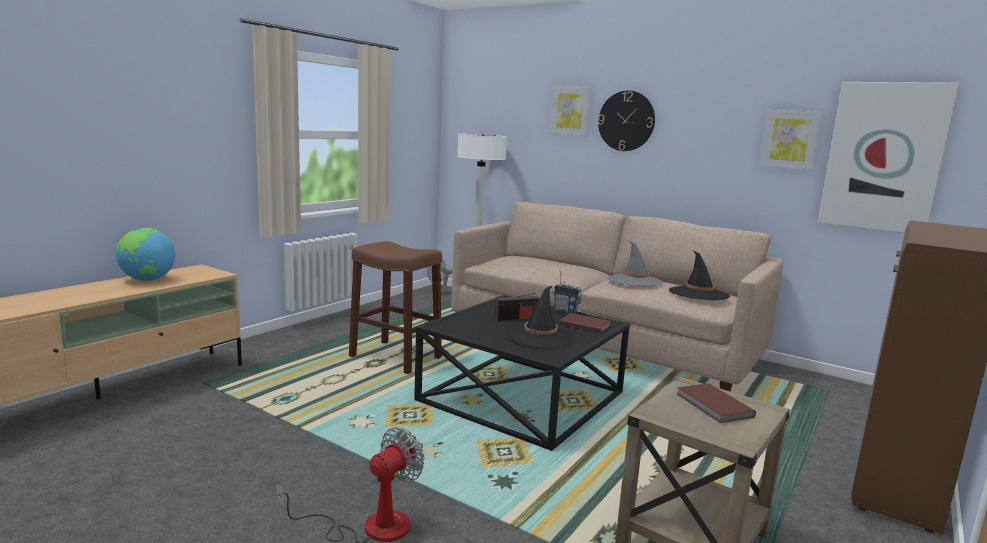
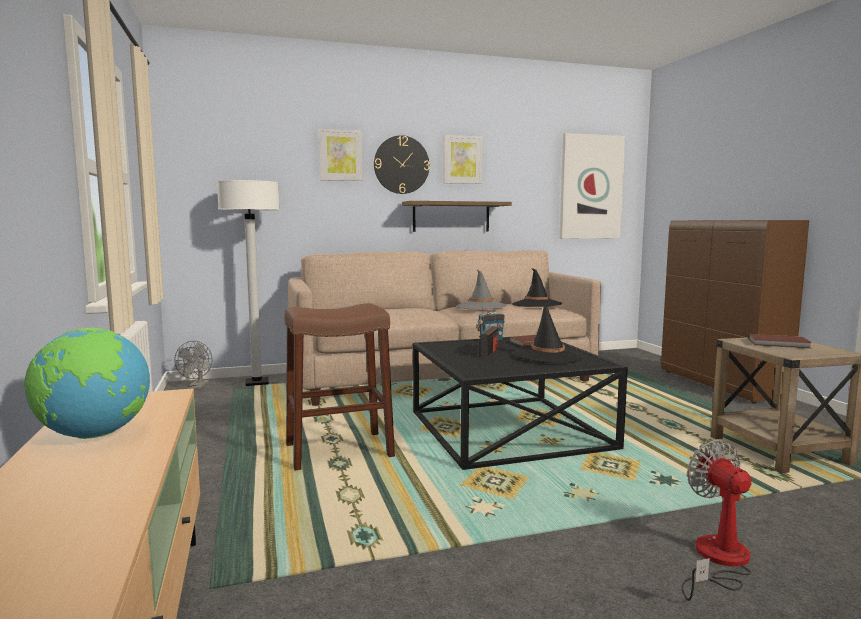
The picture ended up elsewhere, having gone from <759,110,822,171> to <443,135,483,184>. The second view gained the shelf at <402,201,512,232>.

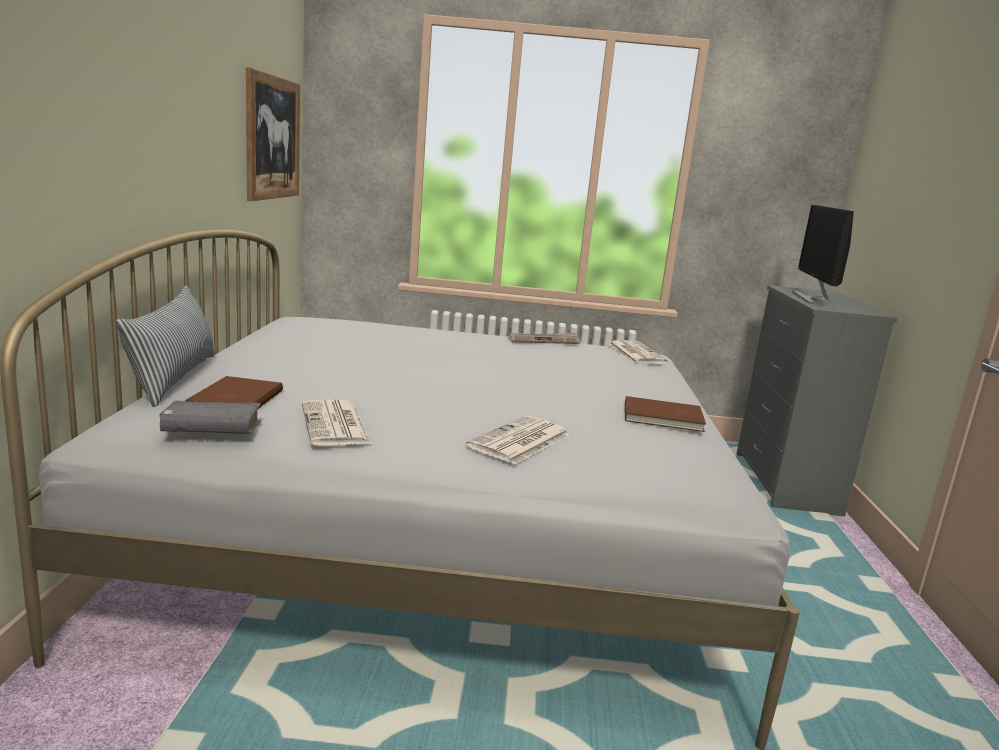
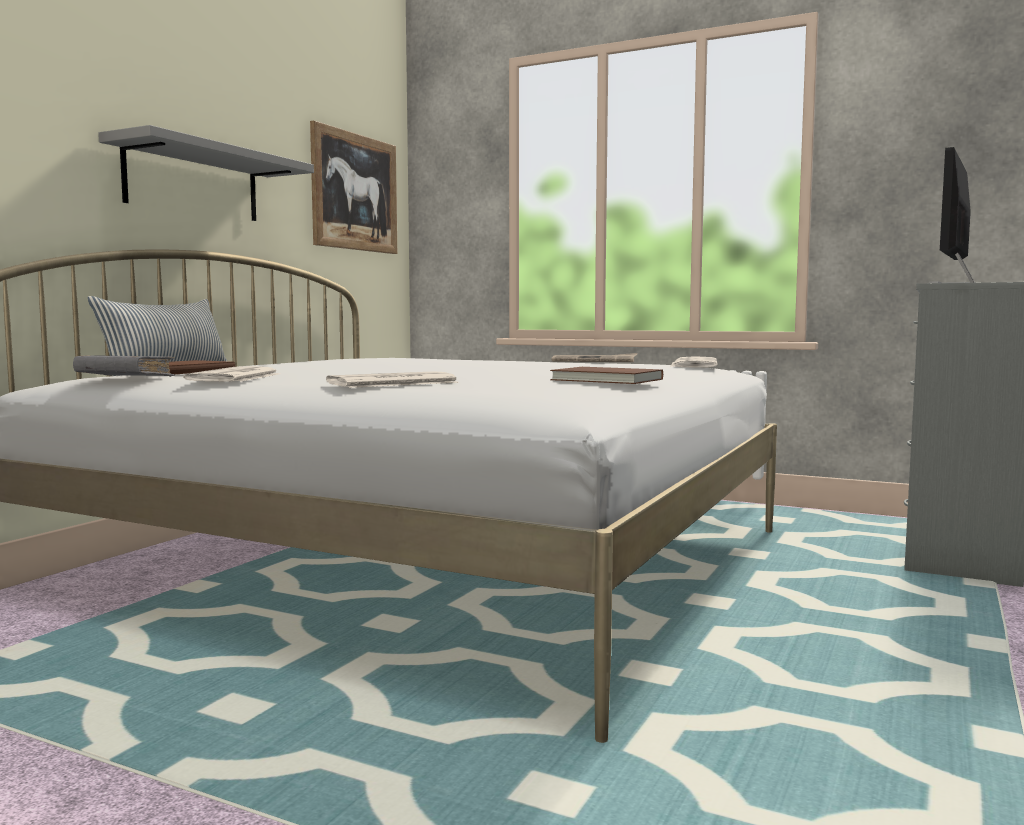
The second view gained the grey shelf at <98,125,314,221>.

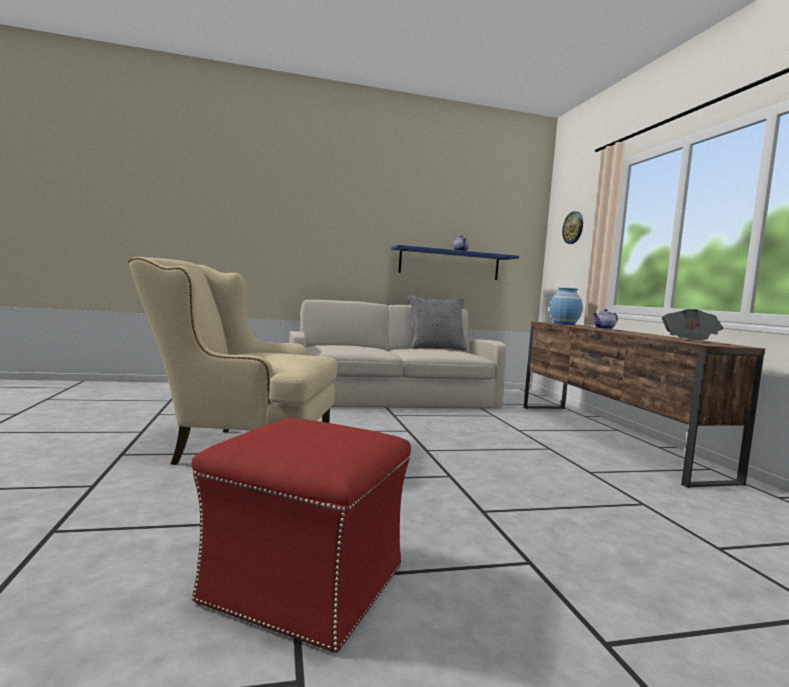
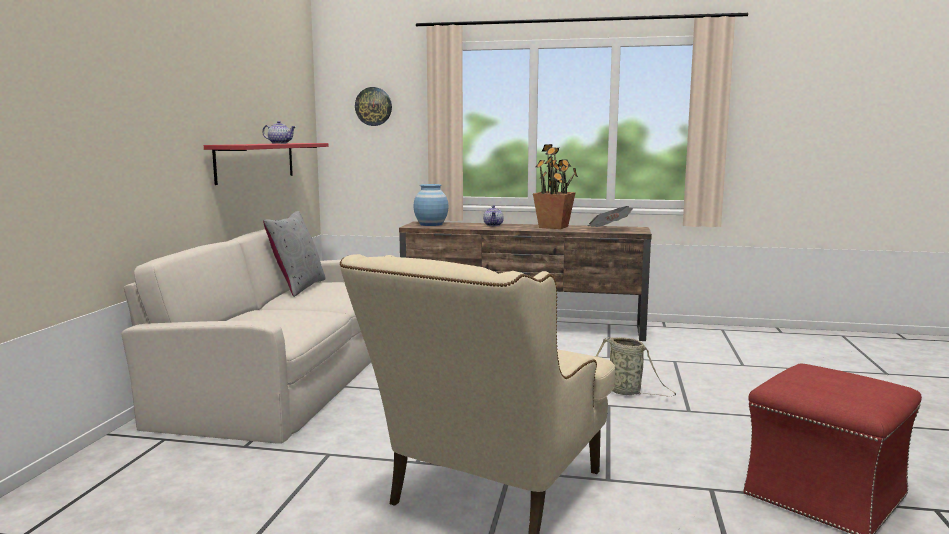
What was the blue shelf at <391,245,519,280> turned into the red shelf at <204,143,329,185>. The second view gained the potted plant at <533,144,578,229>. The second view gained the basket at <596,337,676,396>.

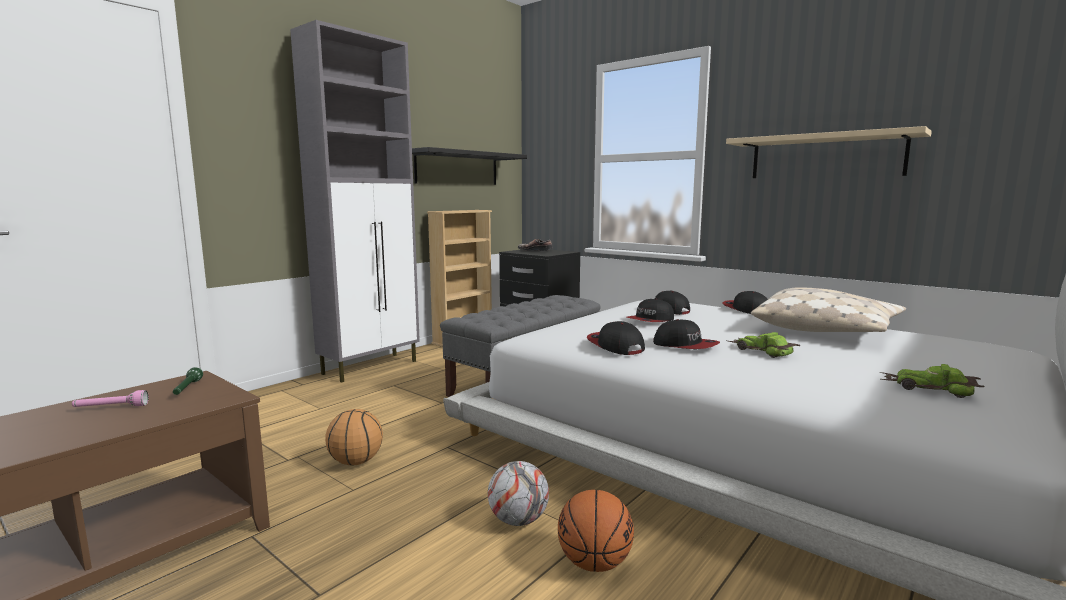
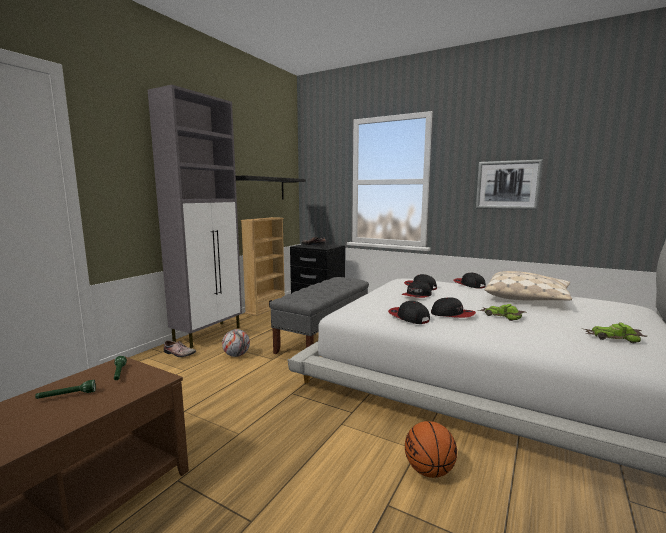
What was the pink flashlight at <72,390,149,407> turned into the green flashlight at <35,380,96,399>. The second view lost the basketball at <325,409,383,465>. The football ended up elsewhere, having gone from <488,461,549,526> to <222,329,250,357>. Where the beige shelf hung at <726,126,932,178>, the picture came to hang at <476,159,543,210>. The second view gained the shoe at <164,340,196,357>.

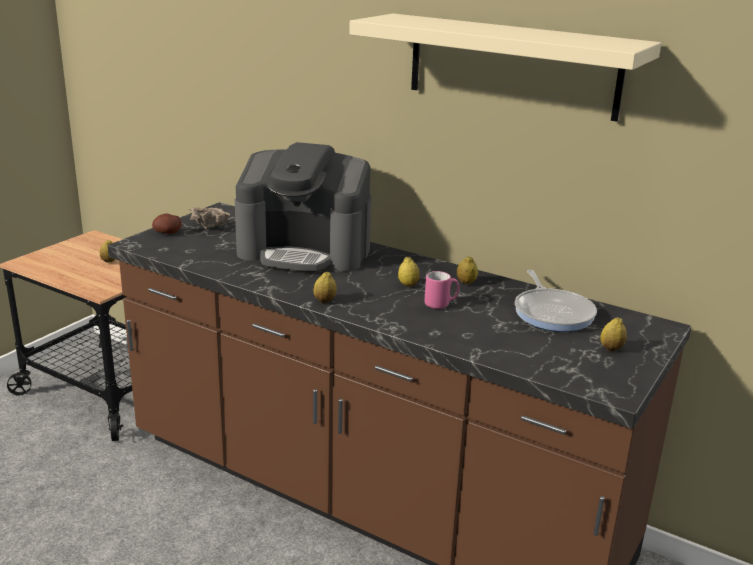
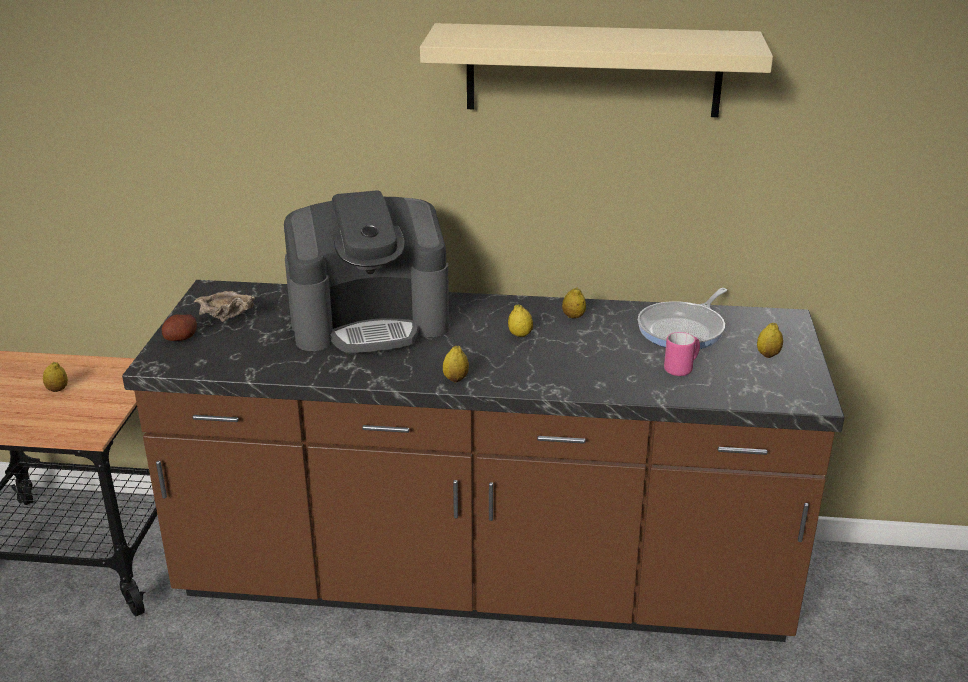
The pink mug ended up elsewhere, having gone from <424,271,459,309> to <664,332,700,376>. The frying pan at <515,270,597,332> ended up facing another way, 75 degrees clockwise from before.

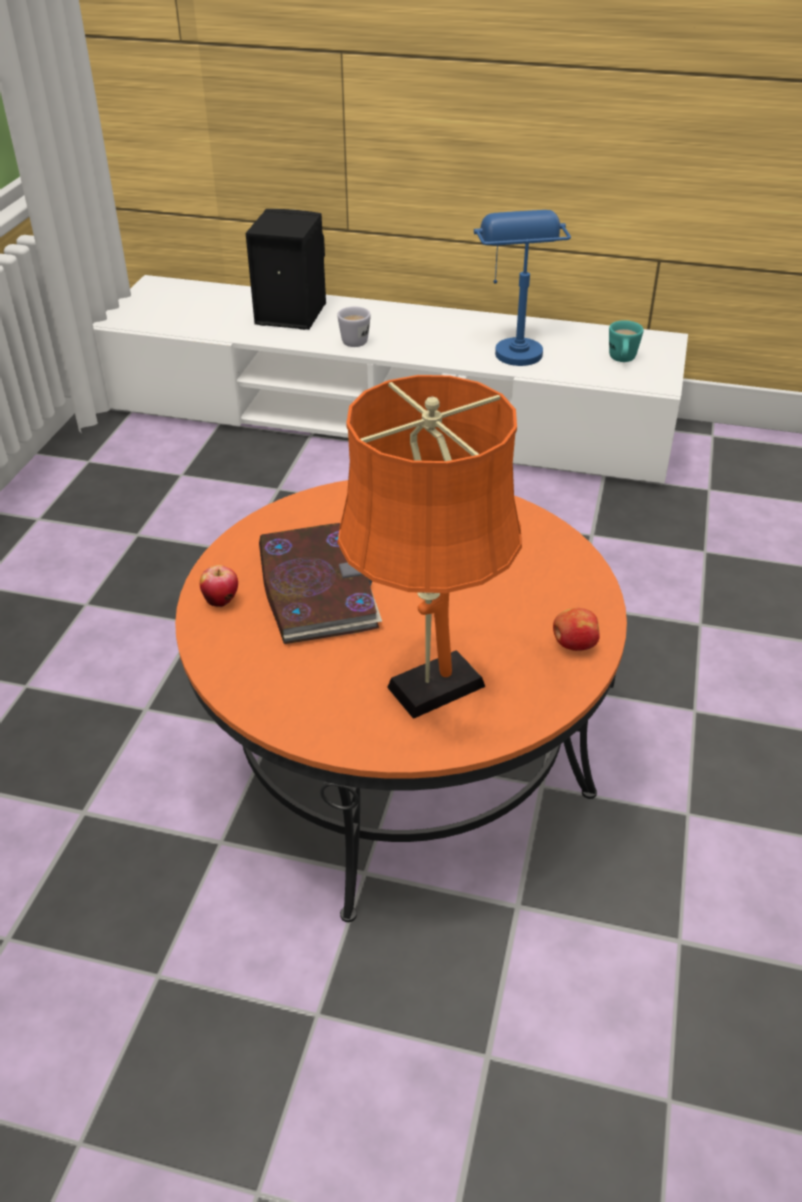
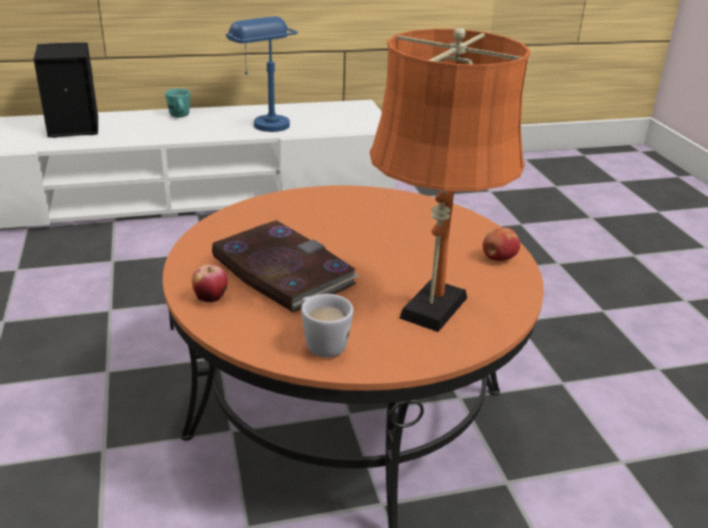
The white mug ended up elsewhere, having gone from <337,306,371,347> to <301,294,353,358>. The turquoise mug ended up elsewhere, having gone from <609,320,644,362> to <165,88,191,117>.

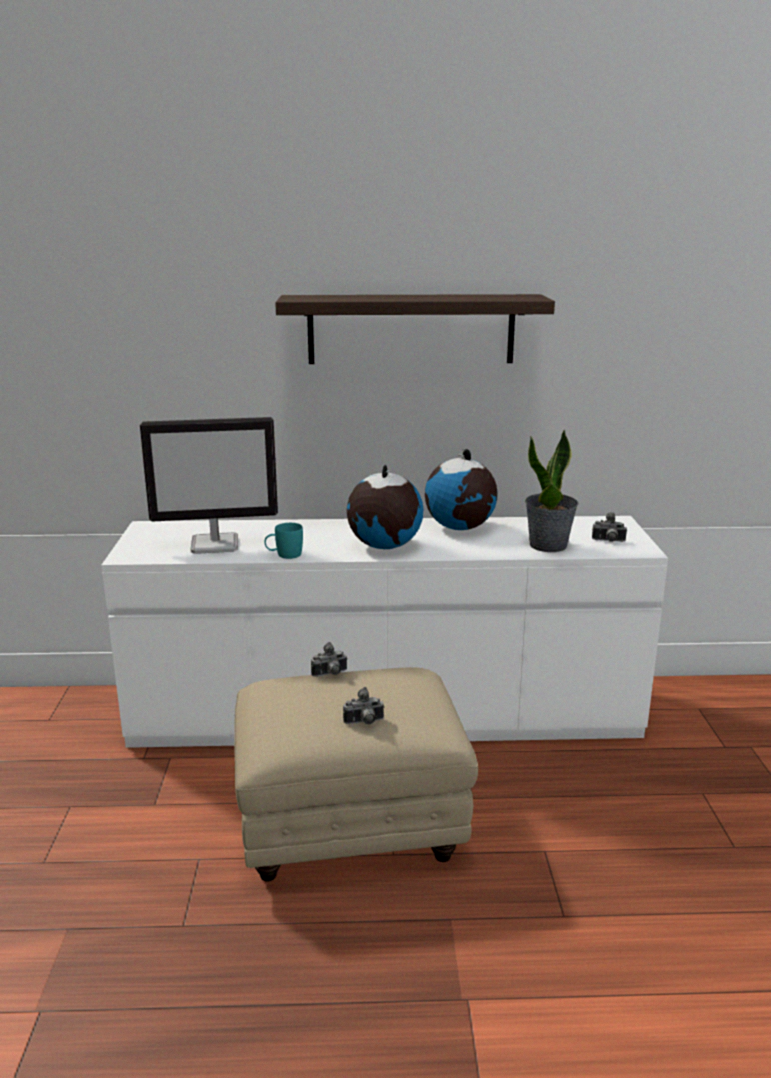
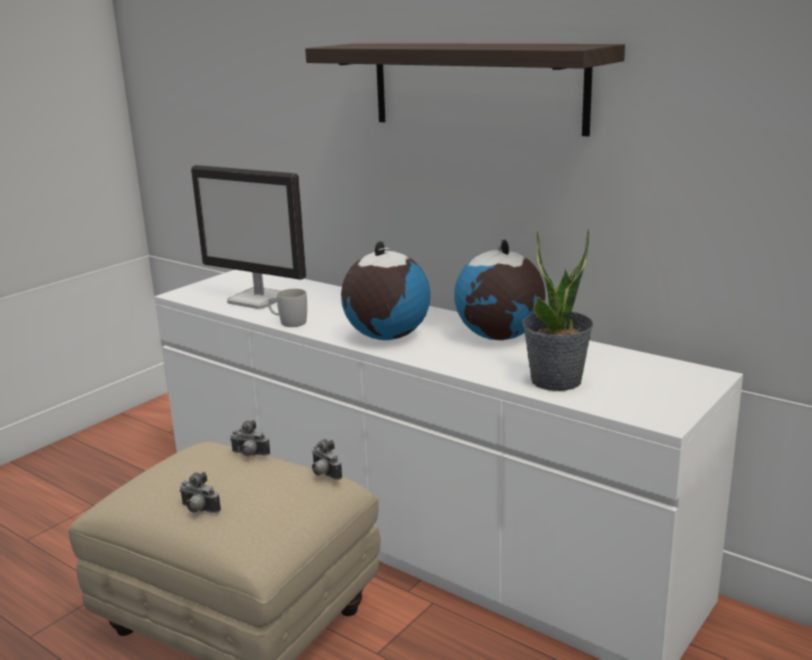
What was the turquoise mug at <264,523,303,559> turned into the white mug at <268,289,307,327>. The photo camera ended up elsewhere, having gone from <592,513,627,542> to <312,439,342,480>.

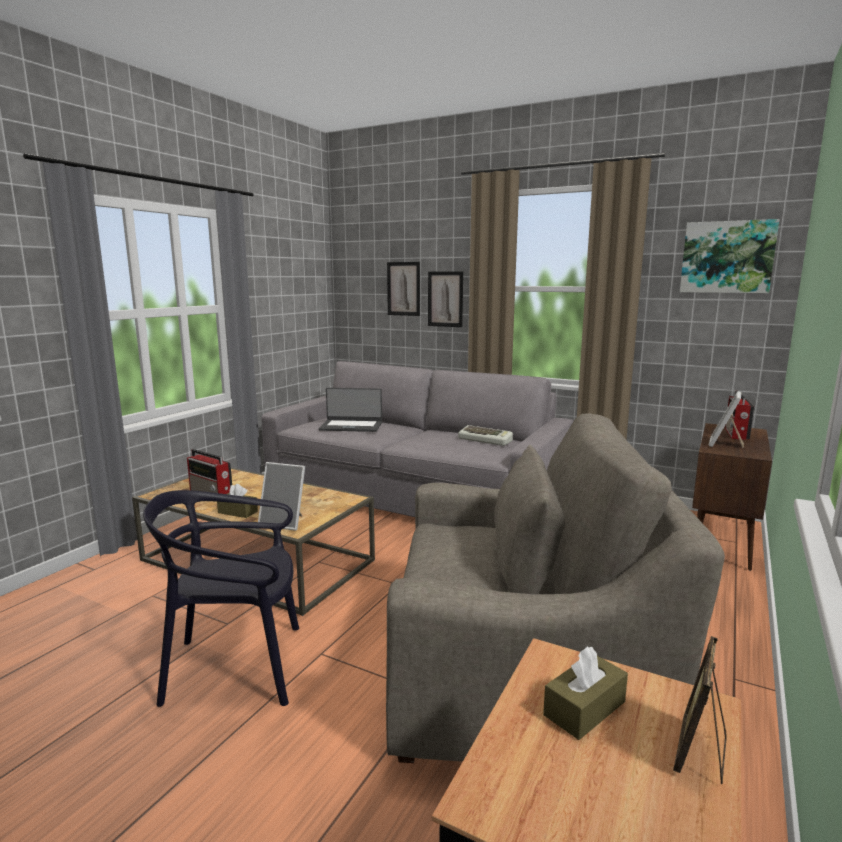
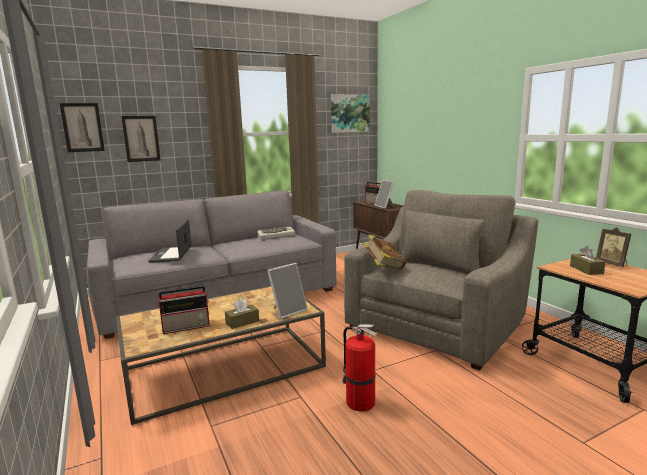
Where the black chair stood at <143,490,299,707>, the fire extinguisher came to stand at <342,324,376,412>. The laptop at <319,388,382,432> ended up facing another way, 135 degrees clockwise from before. The picture ended up elsewhere, having gone from <428,271,463,327> to <60,103,105,152>. The second view gained the book at <363,234,406,270>.

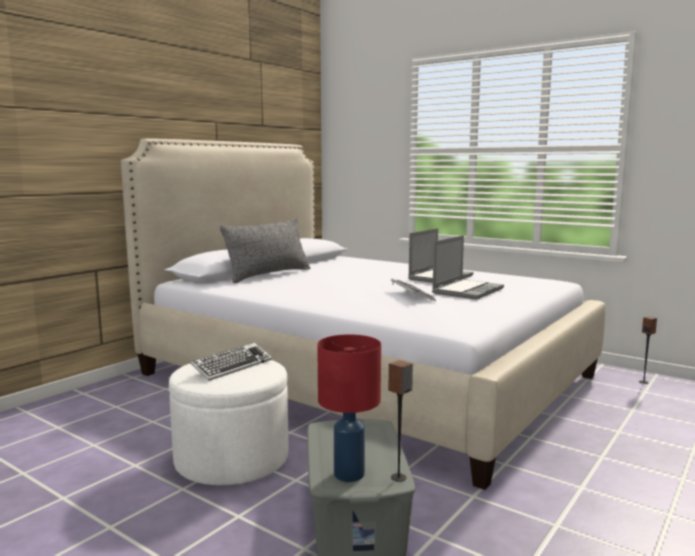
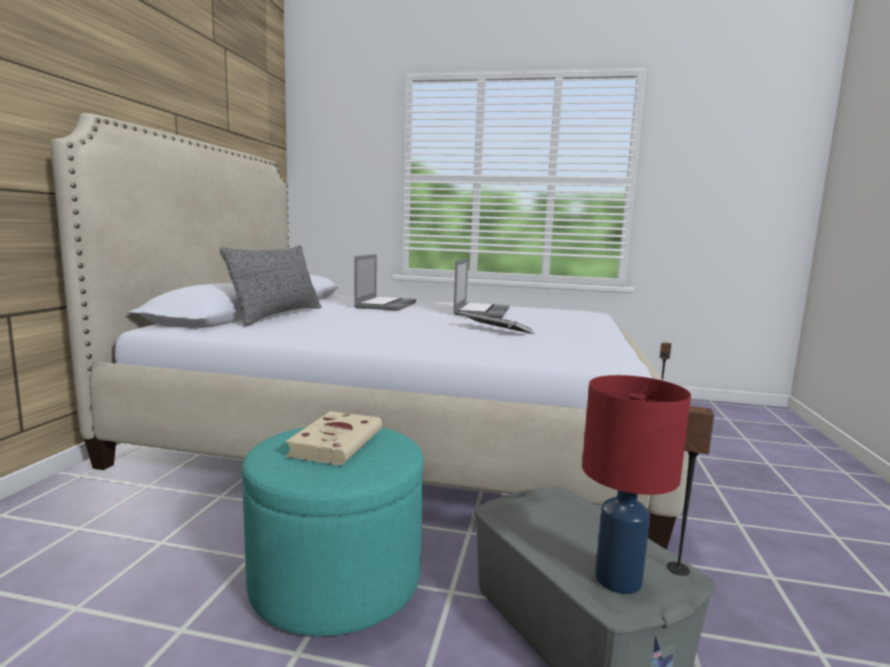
What was the white ottoman at <169,360,289,485> turned into the turquoise ottoman at <242,426,424,636>. Where the keyboard stood at <191,343,272,381>, the beige book came to stand at <285,411,382,465>. The laptop ended up elsewhere, having gone from <432,235,504,300> to <354,254,416,311>.

